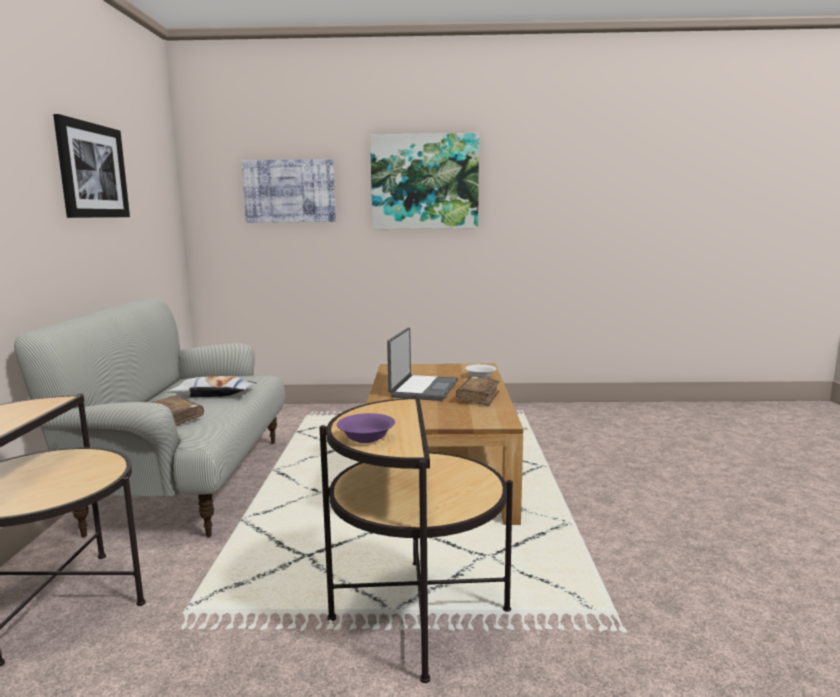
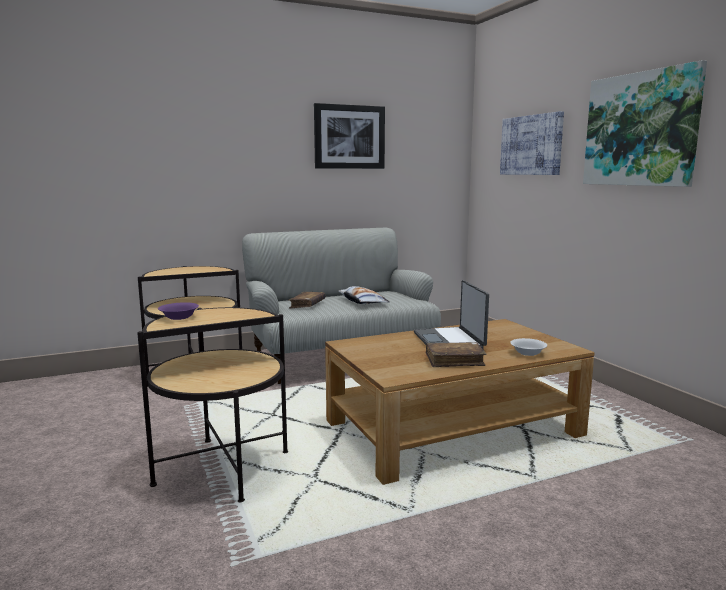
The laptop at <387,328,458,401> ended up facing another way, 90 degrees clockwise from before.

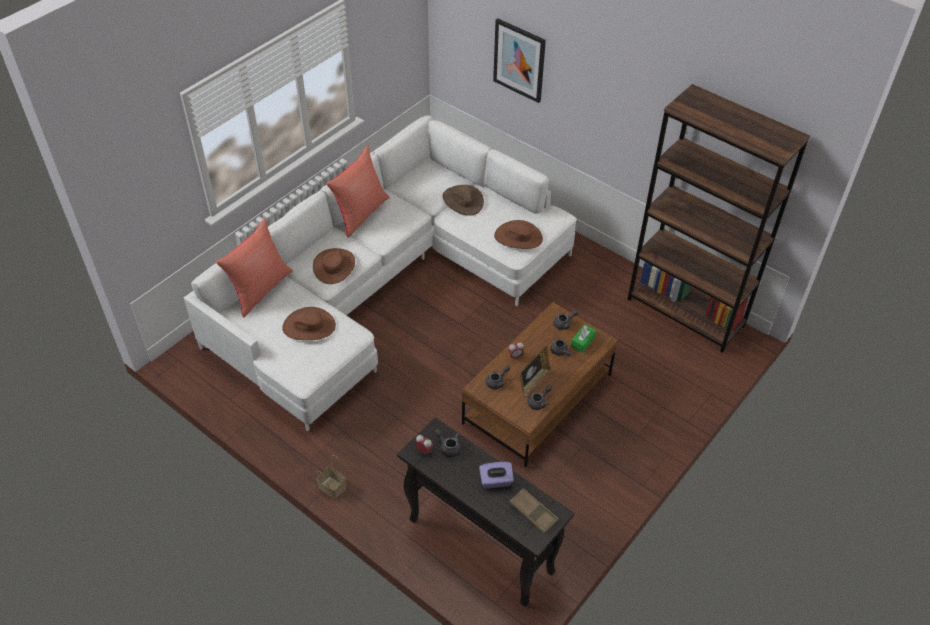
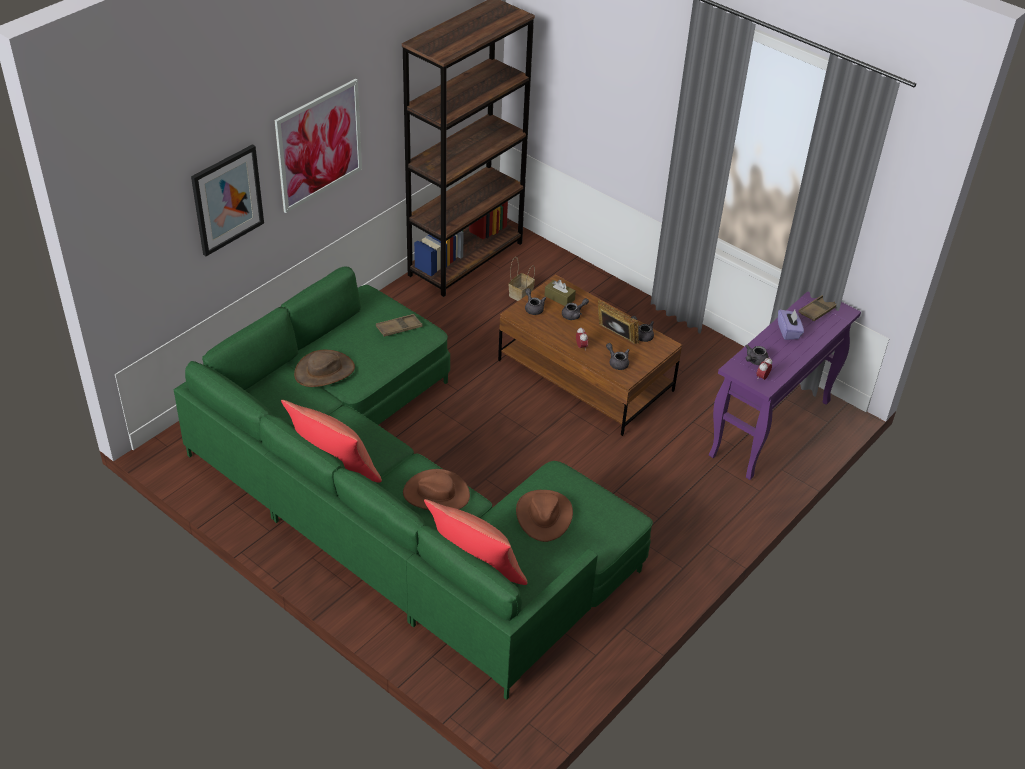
What was the white sofa at <184,115,577,431> turned into the green sofa at <174,267,653,700>. The basket ended up elsewhere, having gone from <316,455,346,499> to <509,257,535,301>. What was the black console table at <397,417,574,607> turned into the purple console table at <709,291,861,480>. Where the brown hat stood at <494,220,543,249>, the brown tray came to stand at <376,314,423,337>. What was the green tissue box at <571,324,596,353> turned into the brown tissue box at <545,280,576,306>. The second view gained the picture at <275,78,362,213>.

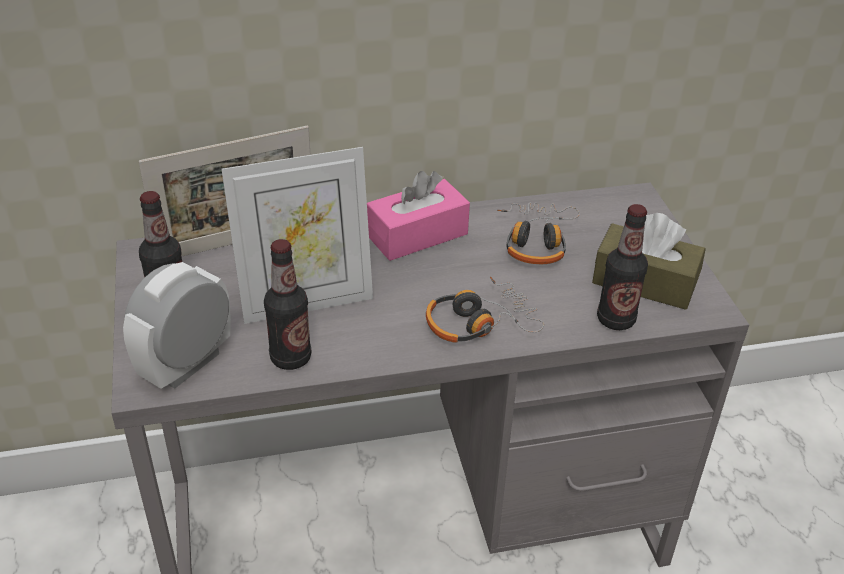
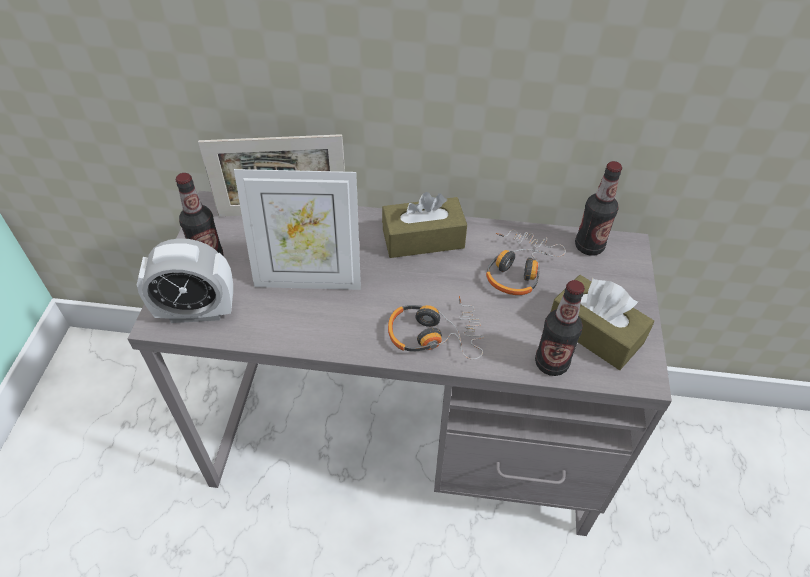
The alarm clock at <123,262,231,389> ended up facing another way, 150 degrees counterclockwise from before. The bottle ended up elsewhere, having gone from <264,239,311,370> to <575,161,622,256>. What was the pink tissue box at <367,171,470,261> turned into the brown tissue box at <382,192,467,258>.

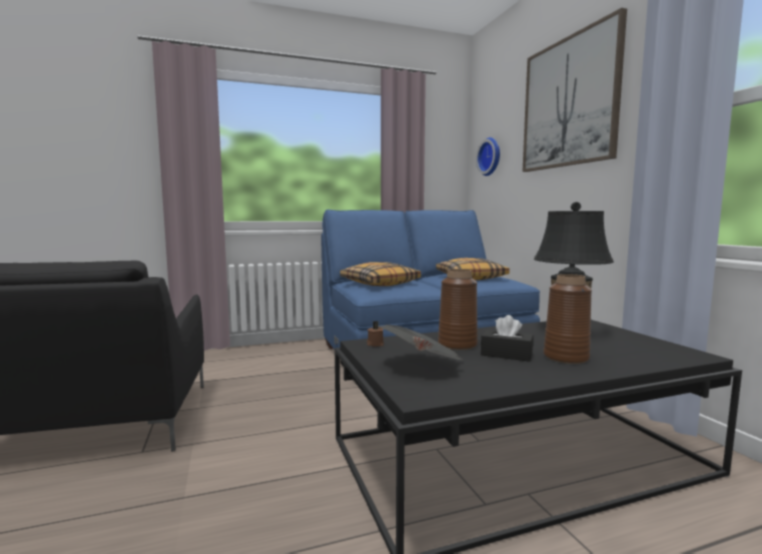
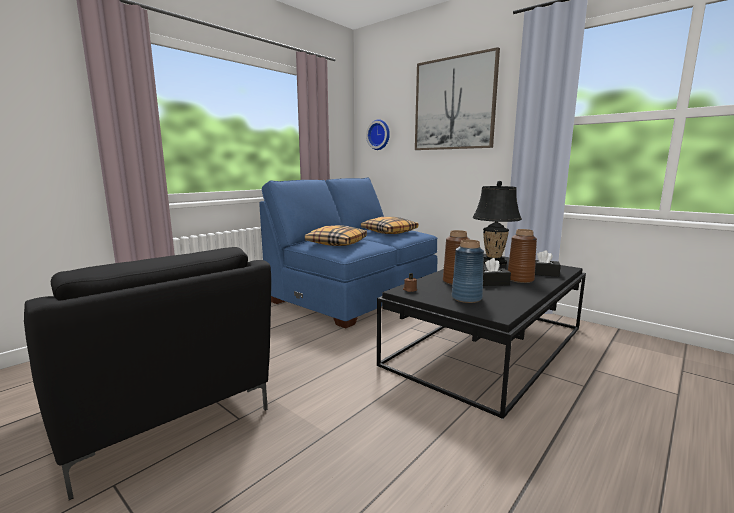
Where the newspaper stood at <378,325,462,359>, the blue vase came to stand at <452,240,484,303>. The second view gained the black tissue box at <535,250,561,277>.

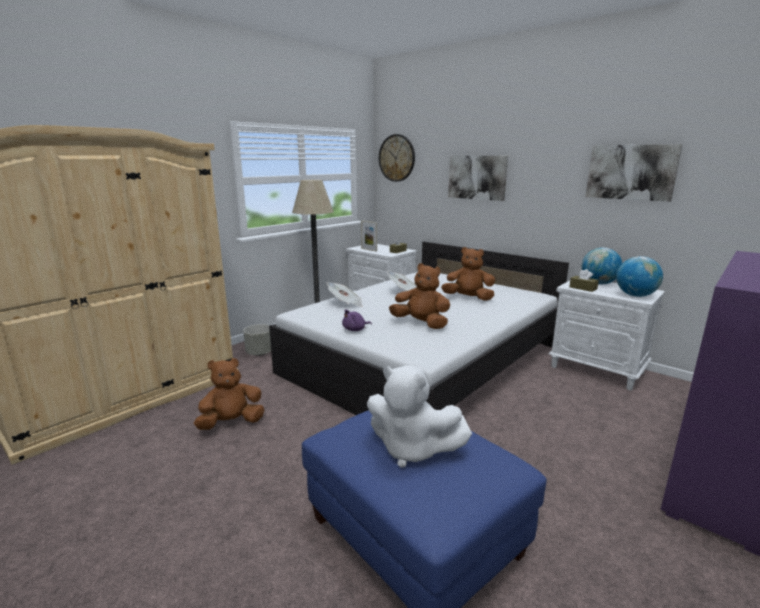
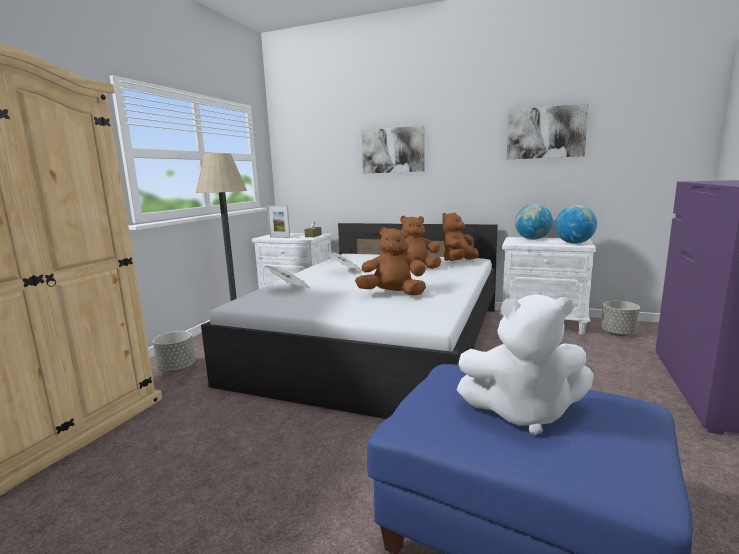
The brown plush toy ended up elsewhere, having gone from <194,358,264,430> to <442,212,479,261>. The second view lost the purple plush toy at <342,309,372,331>. The second view lost the wall clock at <379,134,415,182>. The second view lost the brown tissue box at <569,269,599,292>. The second view gained the grey planter at <601,301,640,336>.

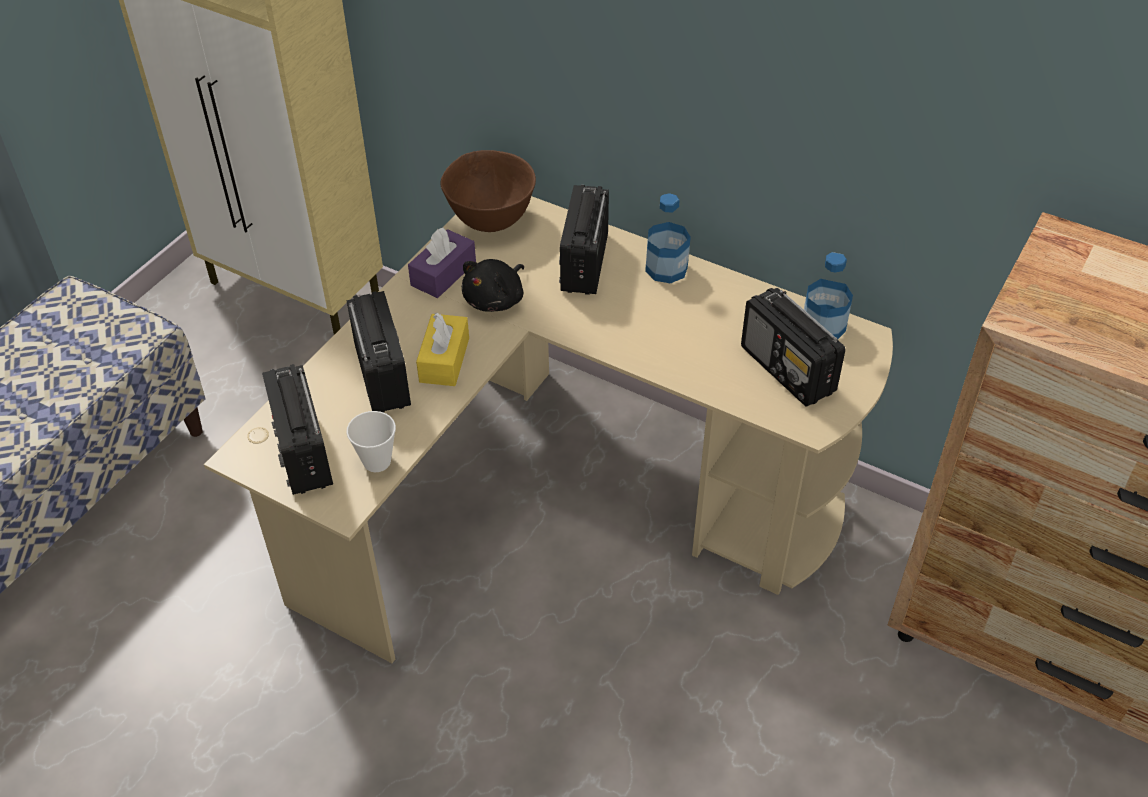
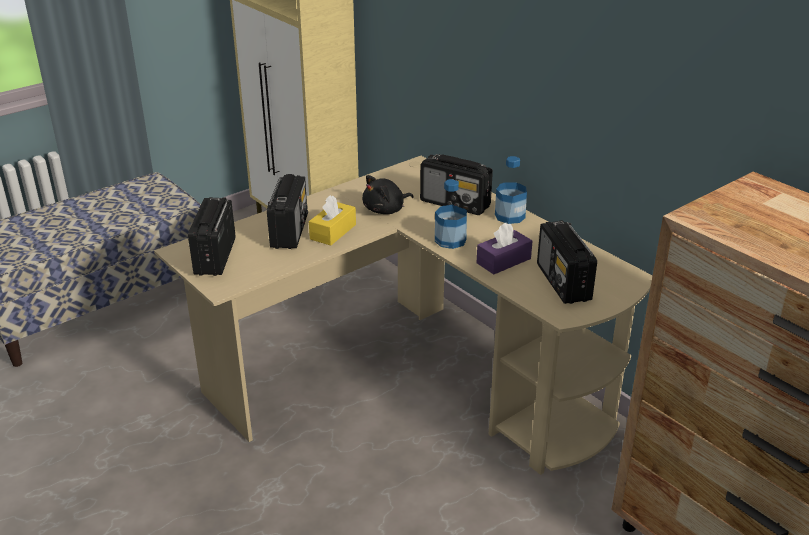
The second view lost the cup at <346,411,396,472>. The purple tissue box ended up elsewhere, having gone from <408,227,476,298> to <477,223,533,274>. The second view lost the brown bowl at <441,150,536,232>. The radio at <559,185,609,295> ended up facing another way, 90 degrees counterclockwise from before. The bottle ended up elsewhere, having gone from <804,252,853,340> to <435,179,467,249>.

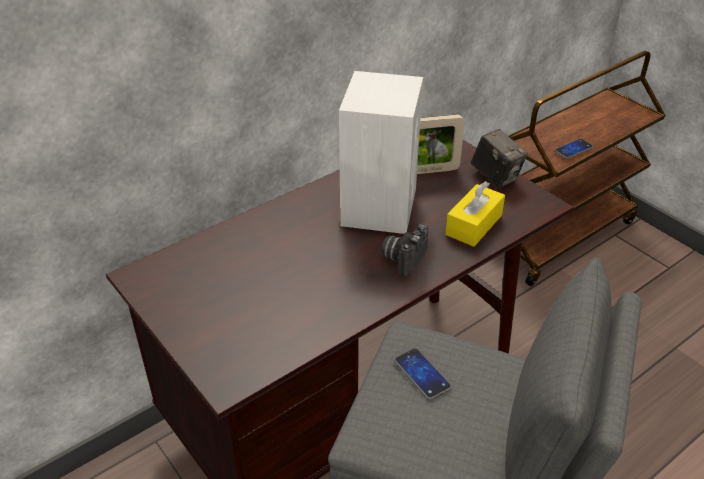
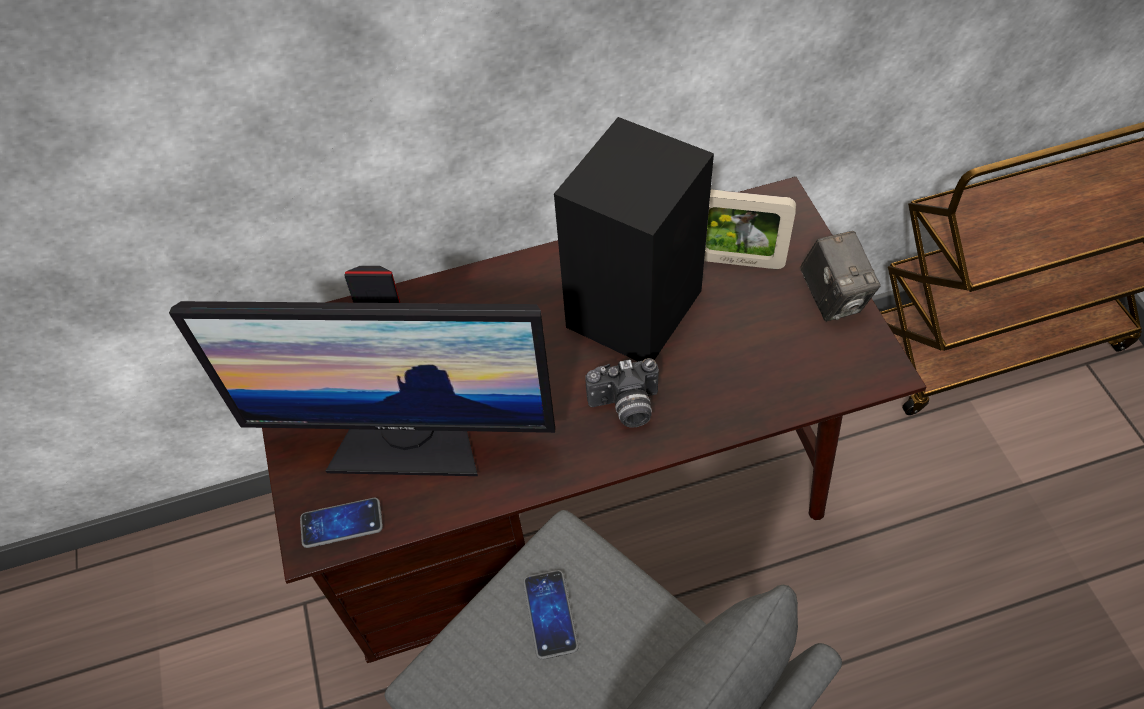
What was the white speaker at <339,71,423,234> turned into the black speaker at <554,117,714,361>. The photo camera at <381,223,428,276> ended up facing another way, 150 degrees counterclockwise from before. The second view lost the yellow tissue box at <445,181,505,247>. The phone ended up elsewhere, having gone from <554,139,593,159> to <300,498,383,548>. The second view gained the monitor at <169,266,555,476>.

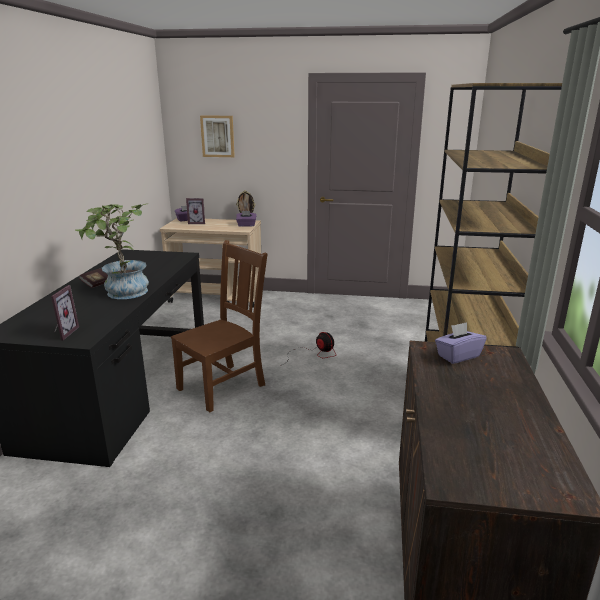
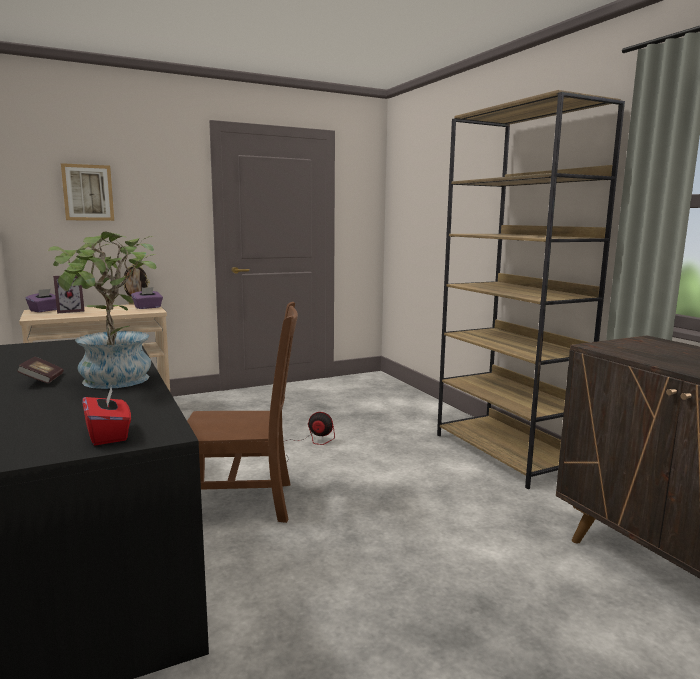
Where the picture frame stood at <51,285,79,340>, the red tissue box came to stand at <82,387,131,445>. The brown chair at <171,240,268,412> ended up facing another way, 75 degrees clockwise from before. The second view lost the purple tissue box at <435,322,487,364>.

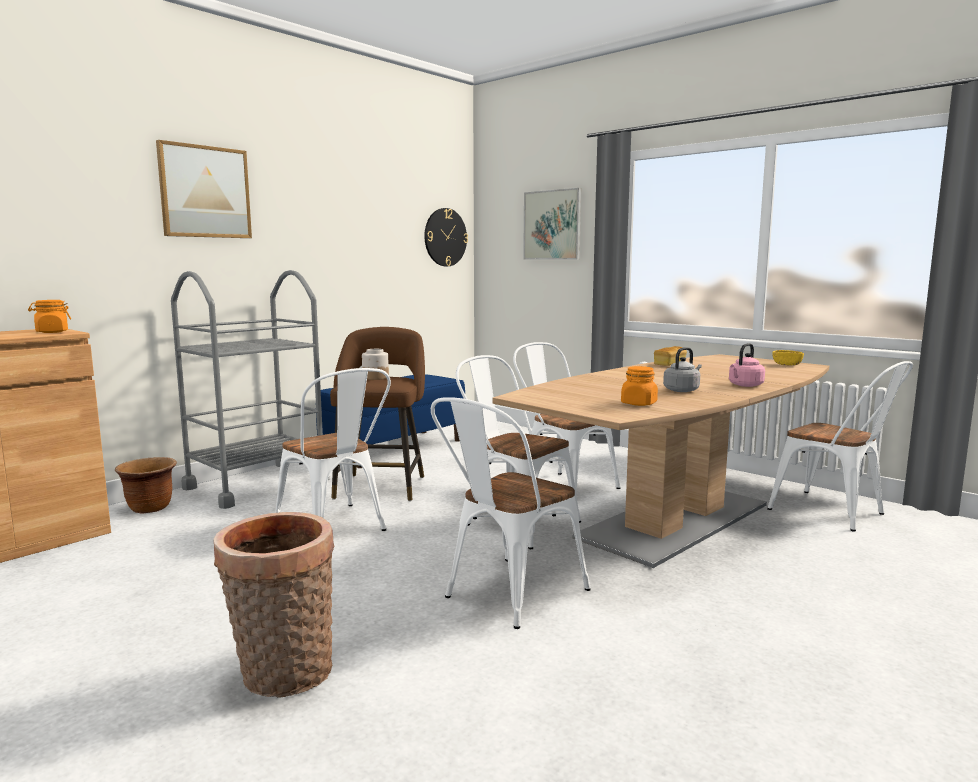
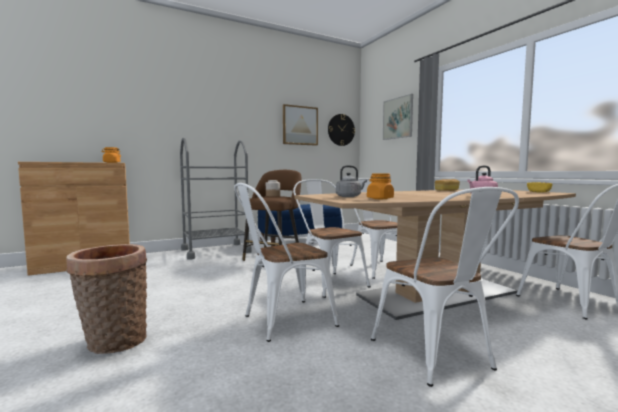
The second view lost the brown planter at <115,457,177,513>. The picture ended up elsewhere, having gone from <156,140,252,238> to <283,104,318,146>. The white chair ended up elsewhere, having gone from <275,368,391,531> to <371,187,519,387>. The grey kettle ended up elsewhere, having gone from <663,347,702,392> to <336,165,367,197>.

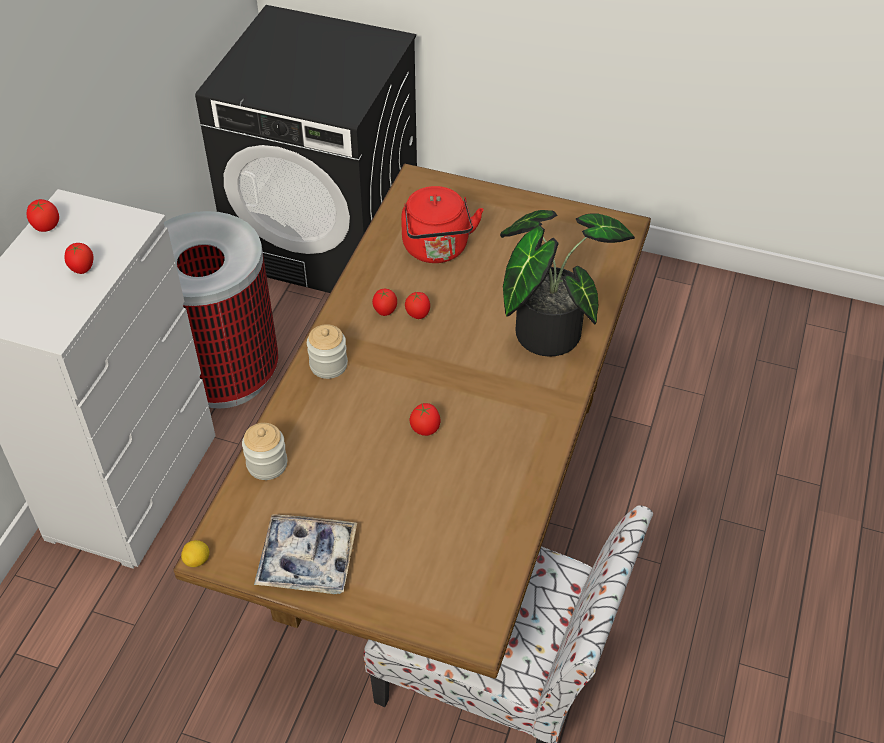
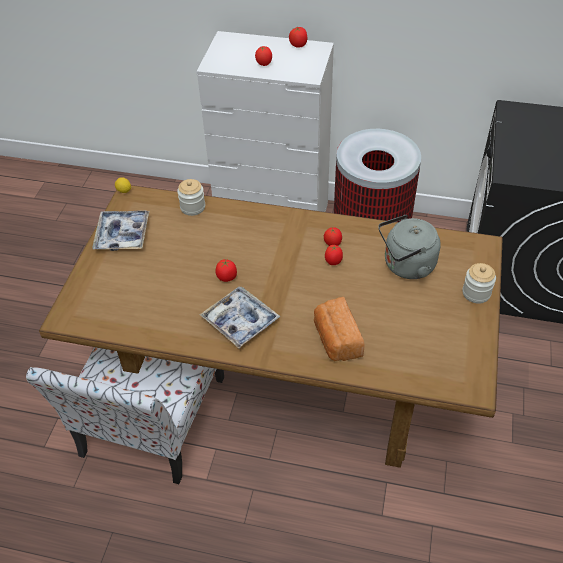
The jar ended up elsewhere, having gone from <307,324,348,379> to <462,263,496,304>. What was the red kettle at <401,186,484,263> turned into the grey kettle at <378,215,441,279>. Where the potted plant stood at <500,210,635,357>, the bread came to stand at <314,297,365,361>. The second view gained the tray at <200,286,280,348>.

